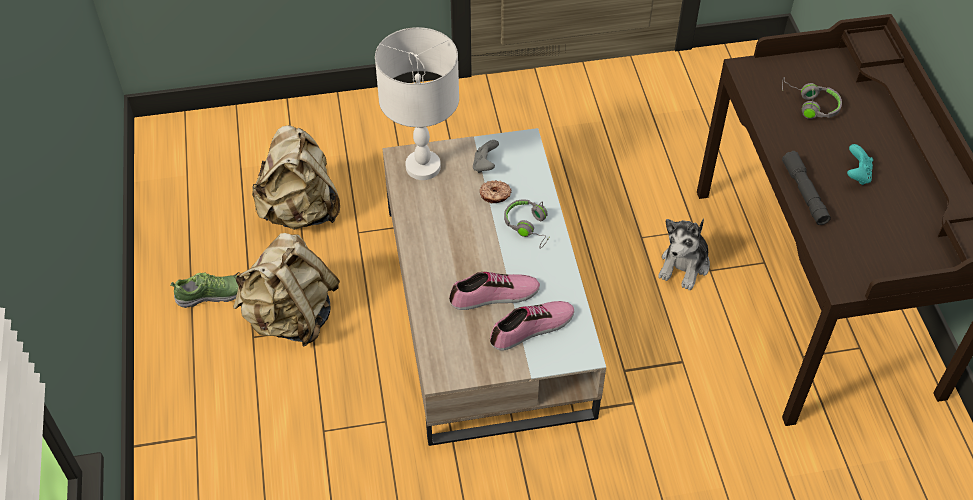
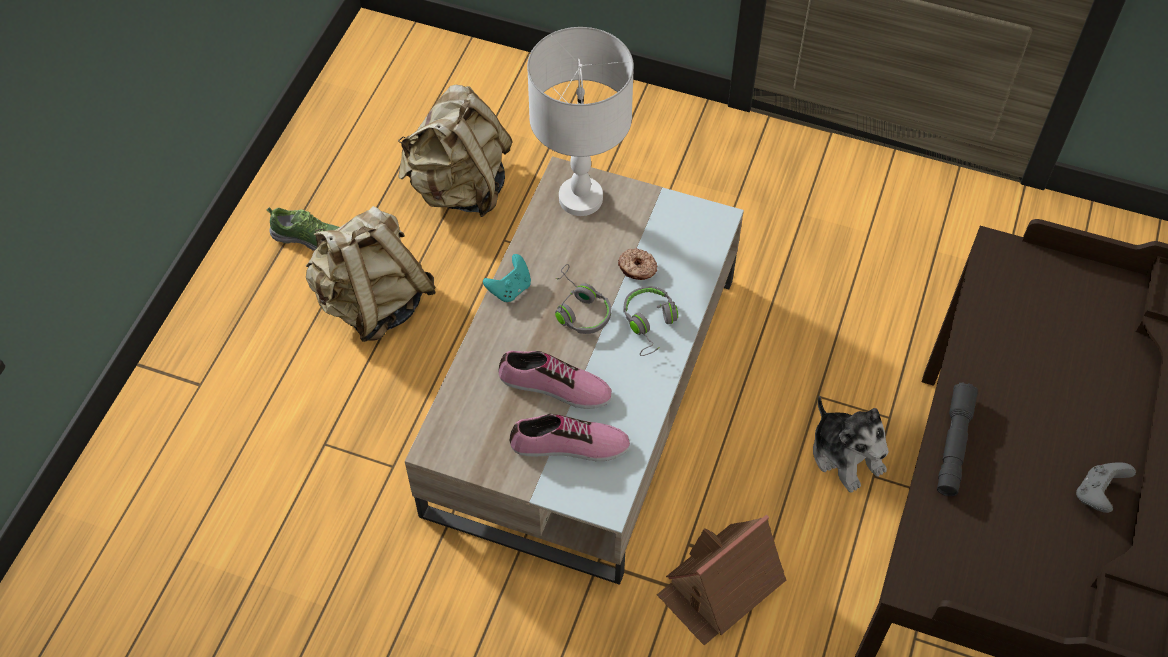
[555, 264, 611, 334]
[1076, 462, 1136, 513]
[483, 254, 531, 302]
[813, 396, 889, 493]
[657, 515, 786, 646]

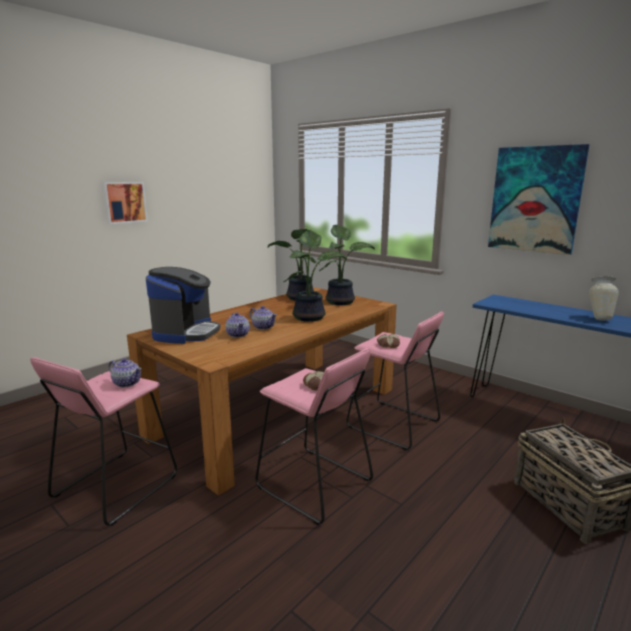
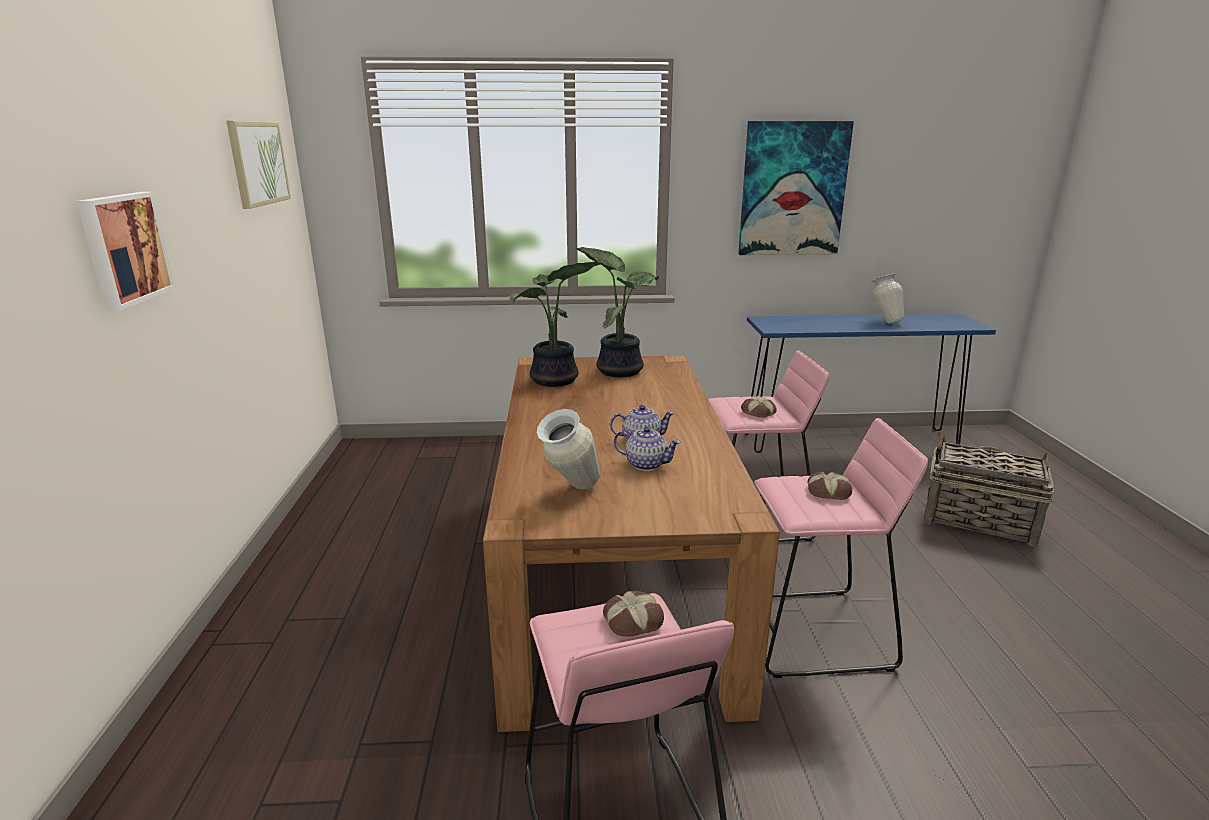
[284, 230, 347, 322] (first image)
[537, 409, 600, 490]
[603, 591, 664, 637]
[226, 121, 291, 209]

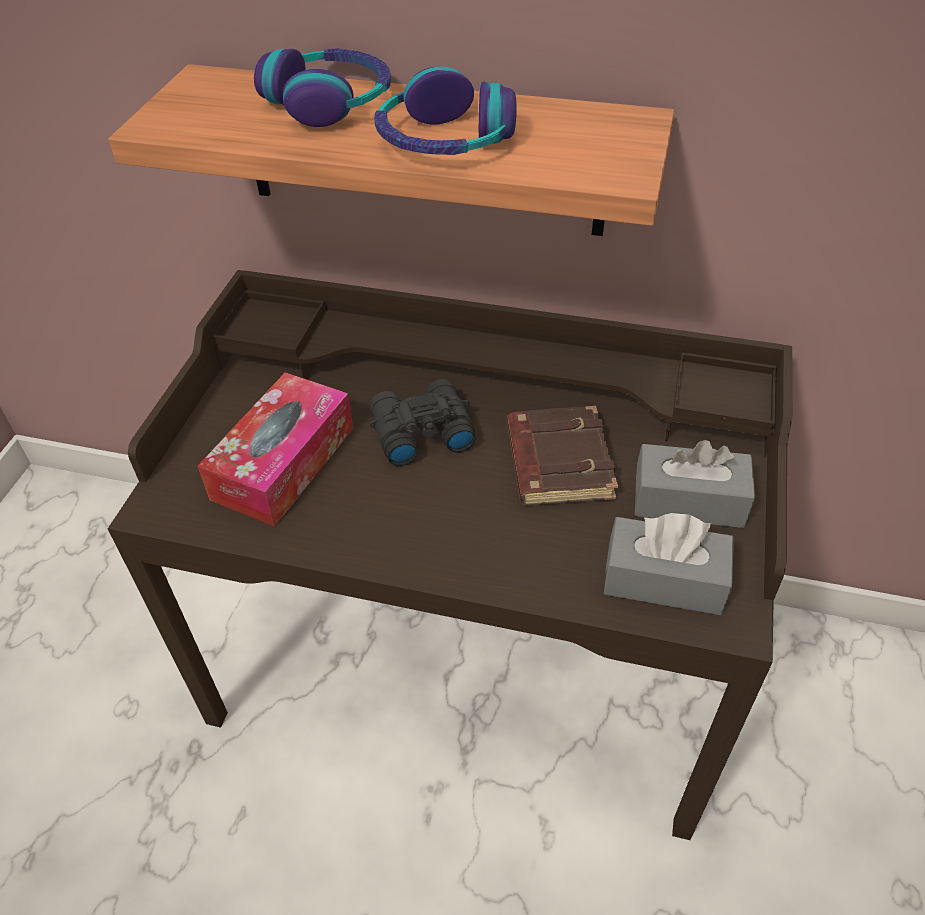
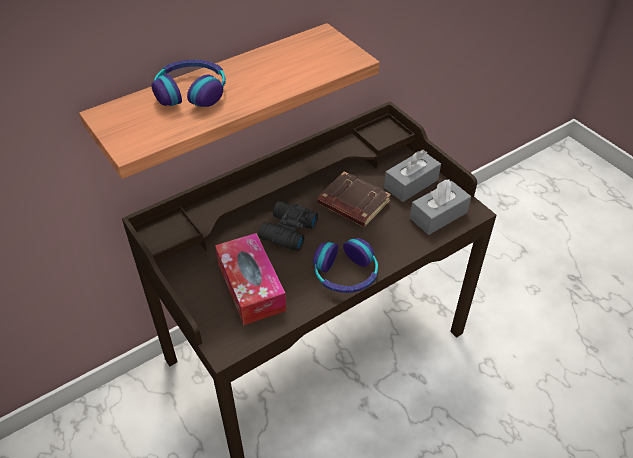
[313, 238, 378, 293]

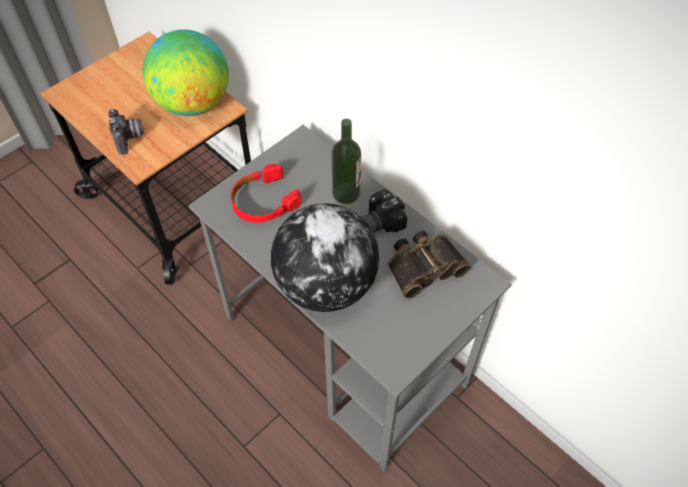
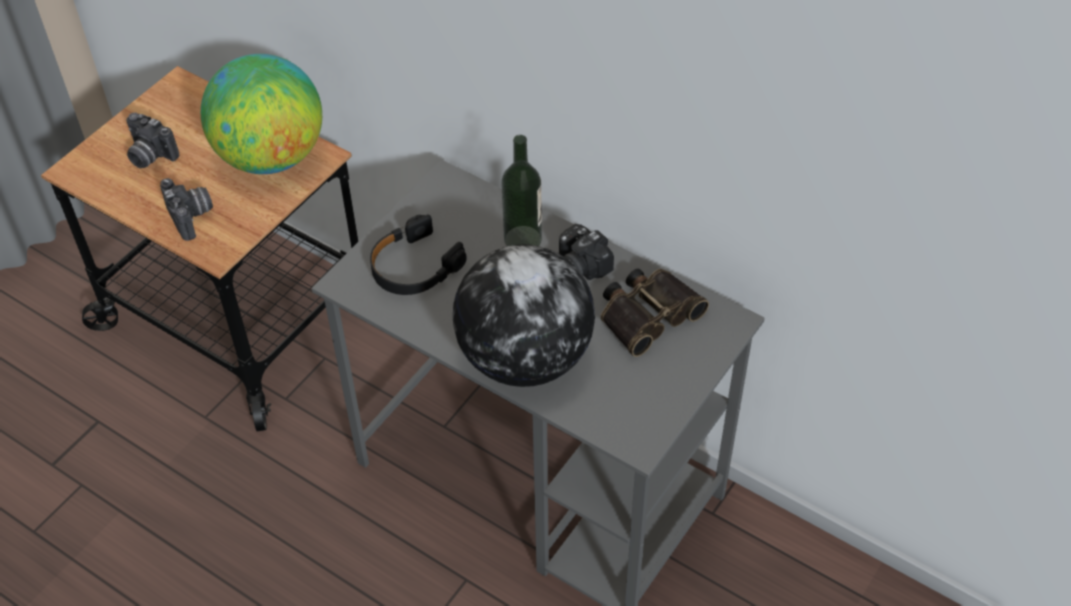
[370, 215, 467, 295]
[126, 113, 179, 168]

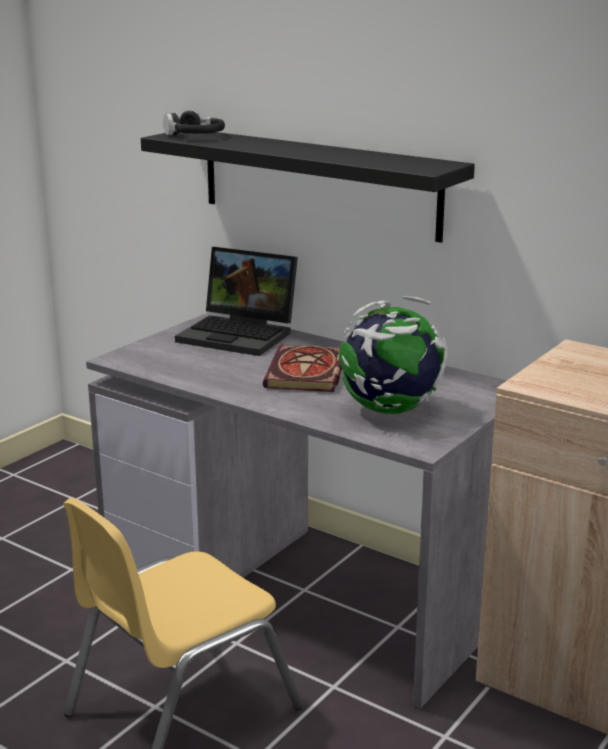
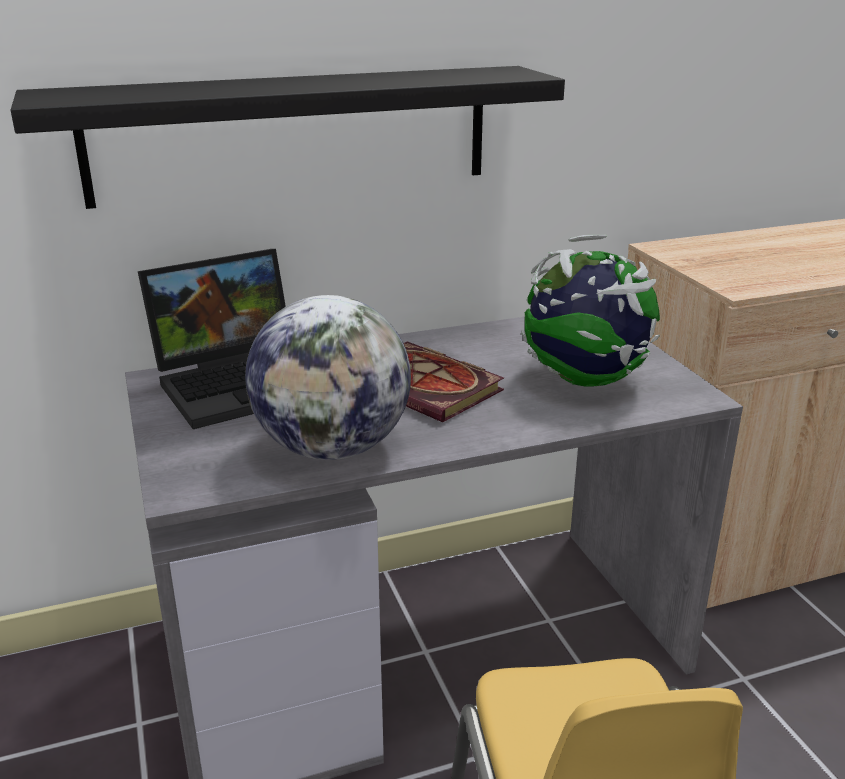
[163, 110, 225, 135] (first image)
[245, 295, 411, 460]

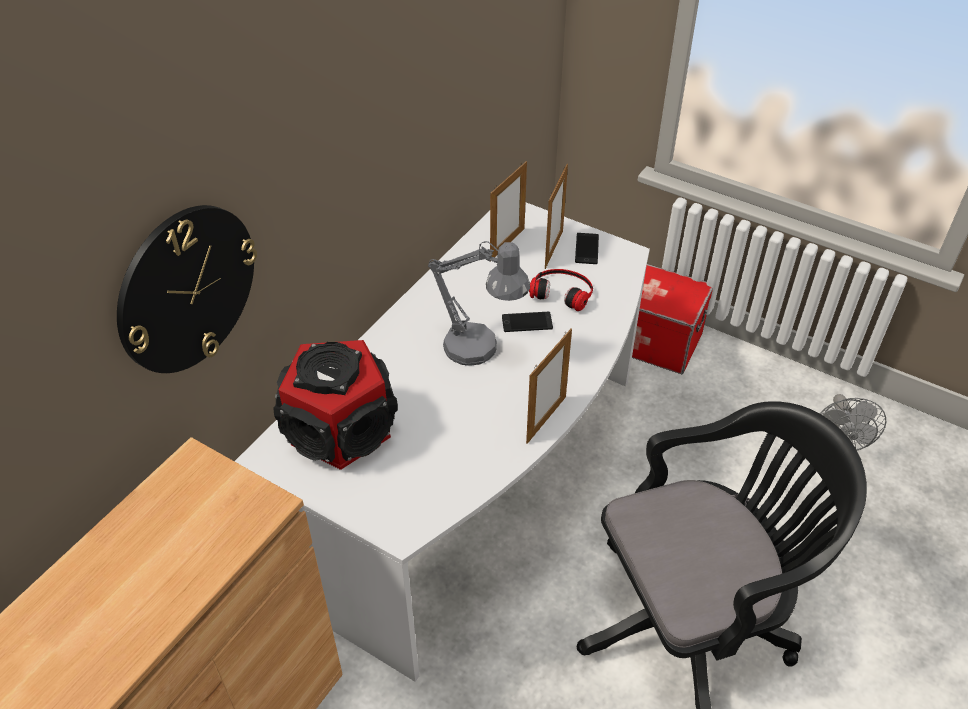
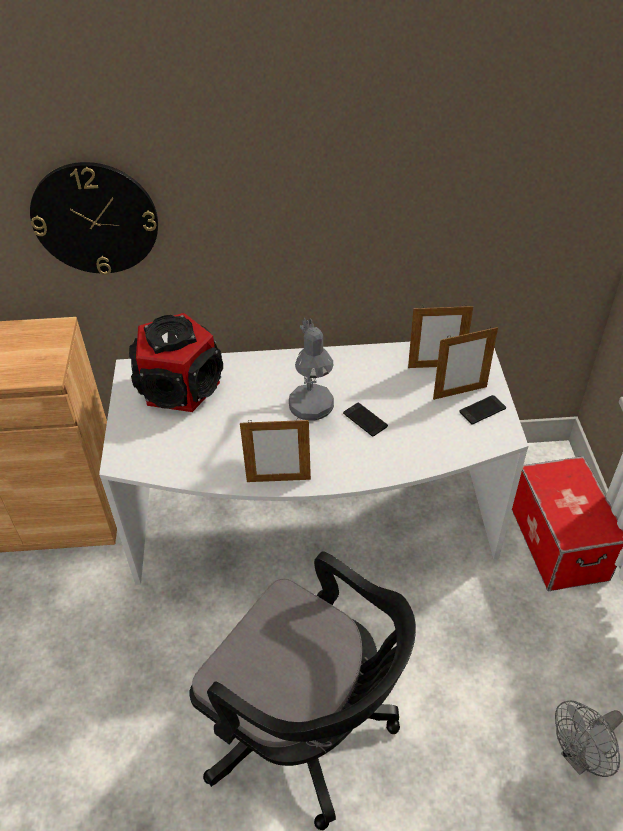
[529, 269, 593, 311] (first image)

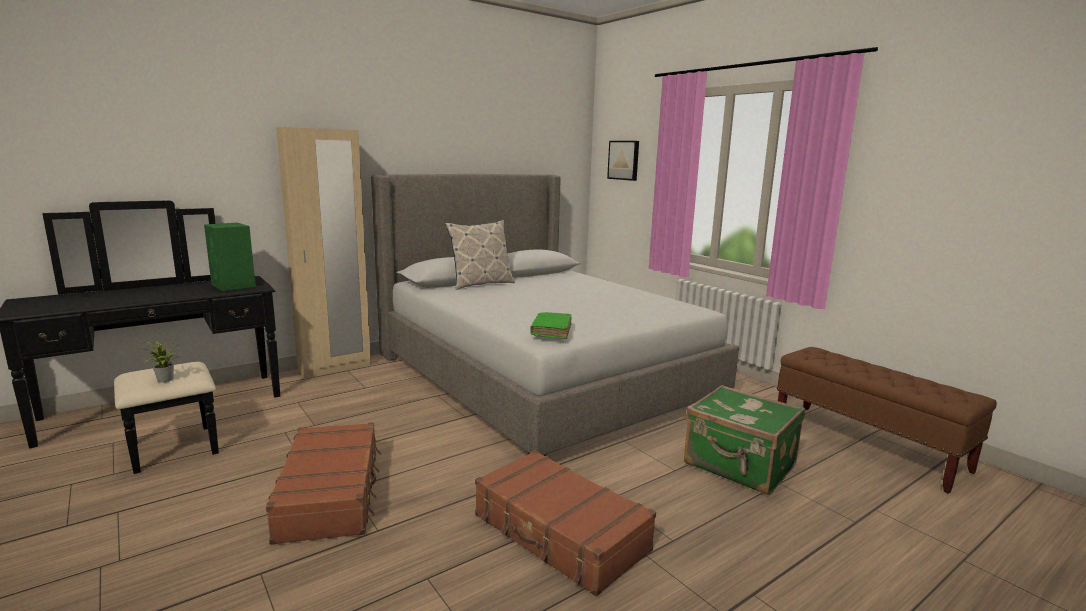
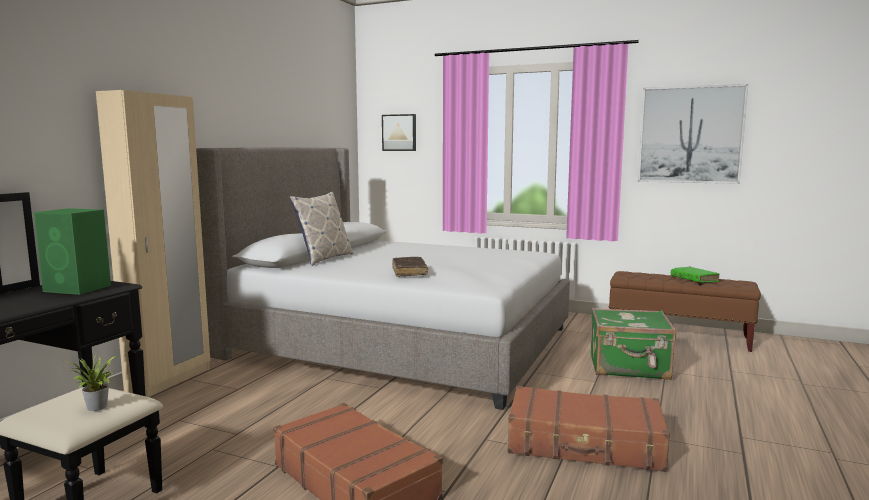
[671, 267, 720, 283]
[638, 84, 748, 184]
[392, 257, 428, 277]

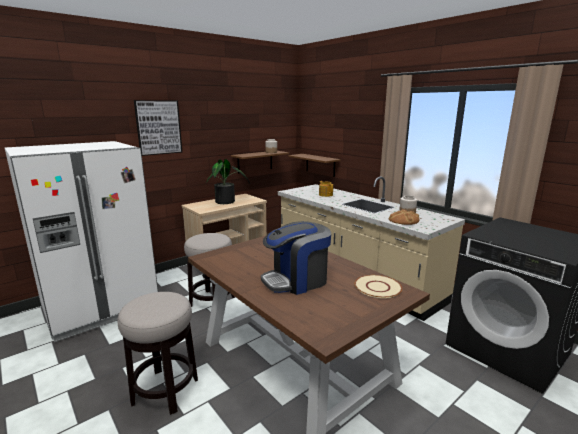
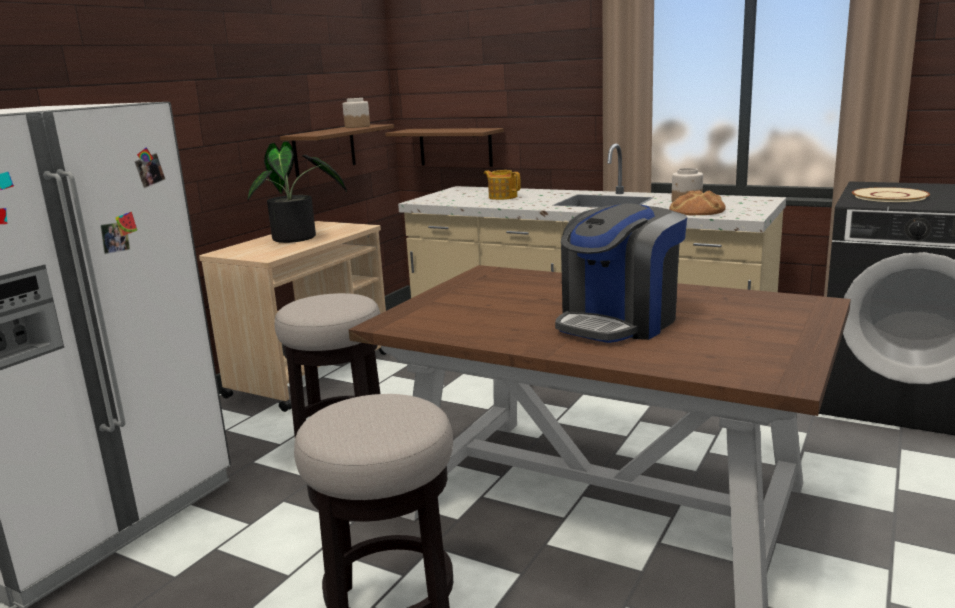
[134, 100, 182, 156] (first image)
[852, 187, 930, 202]

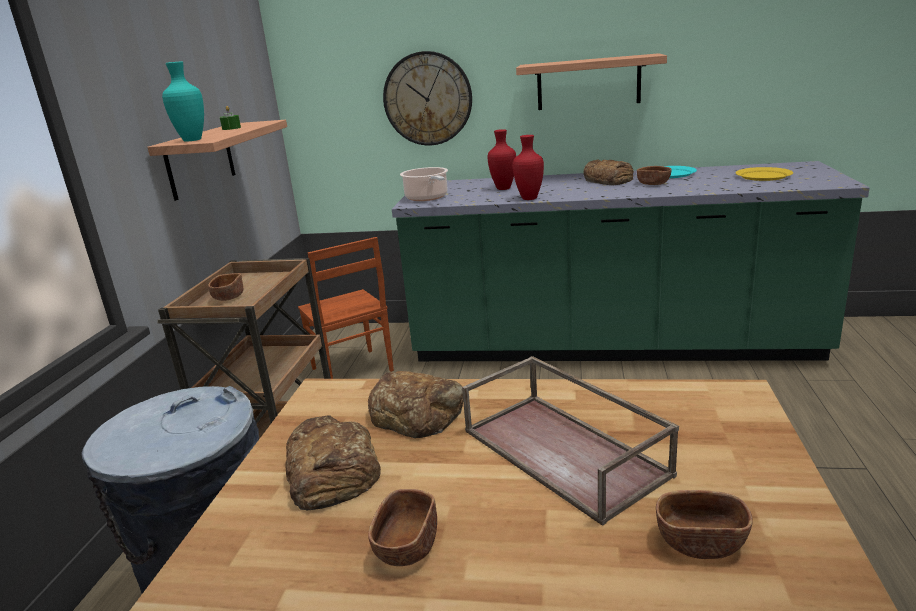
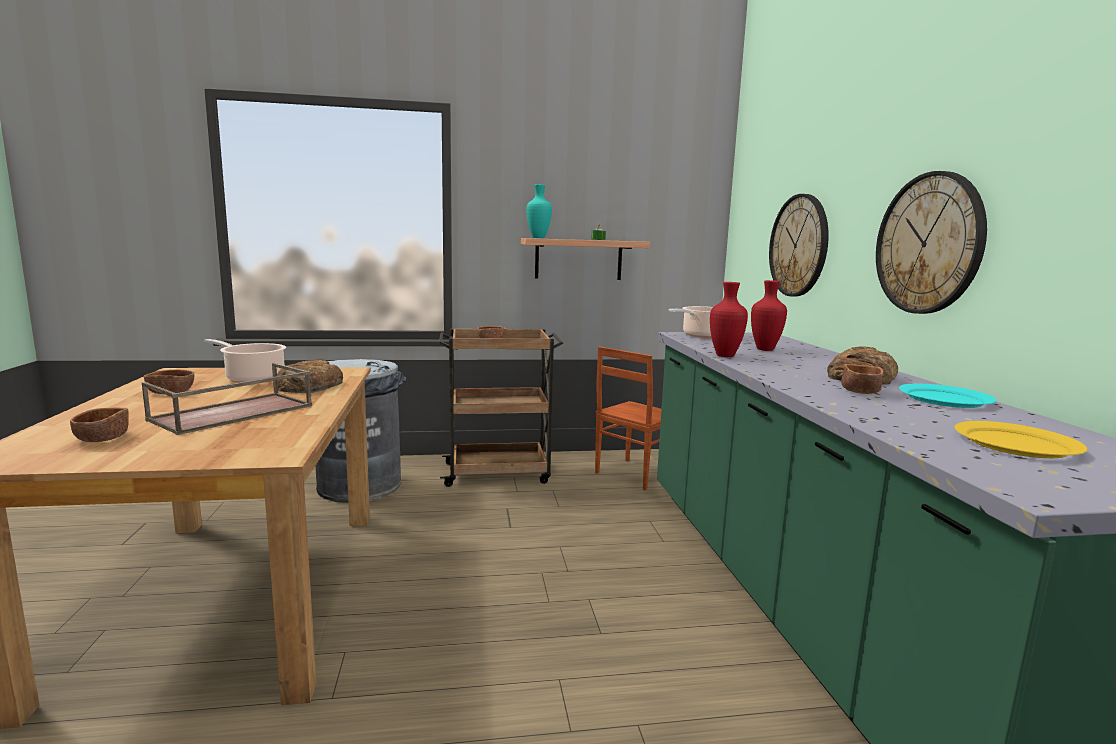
[876, 171, 987, 314]
[204, 339, 286, 383]

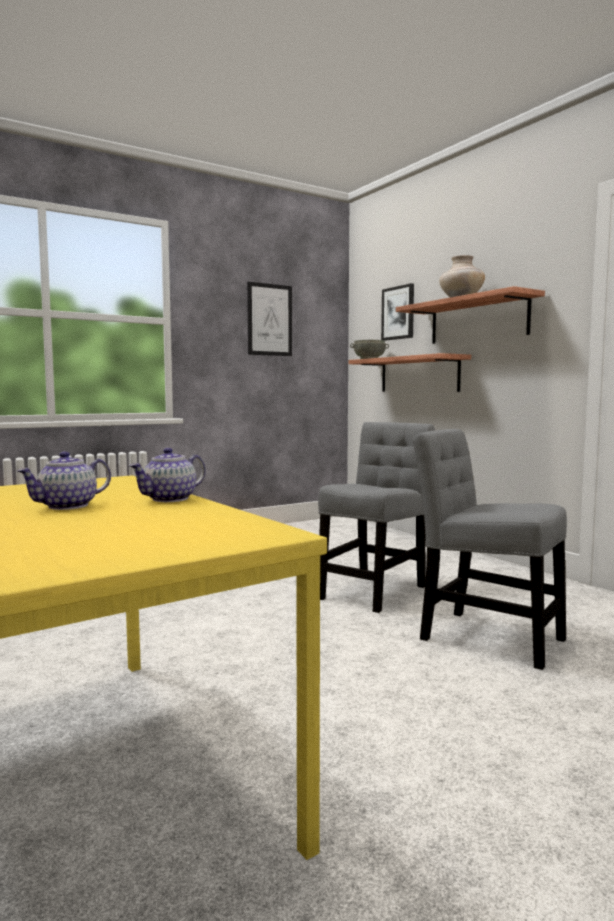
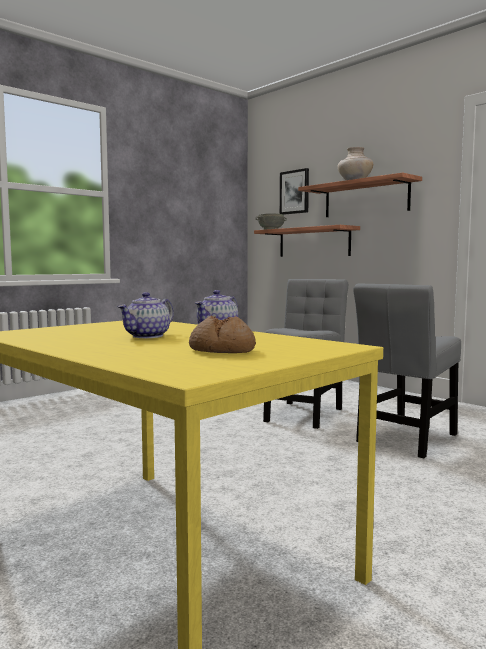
[247, 282, 292, 356] (first image)
[354, 283, 461, 458]
[189, 315, 256, 353]

